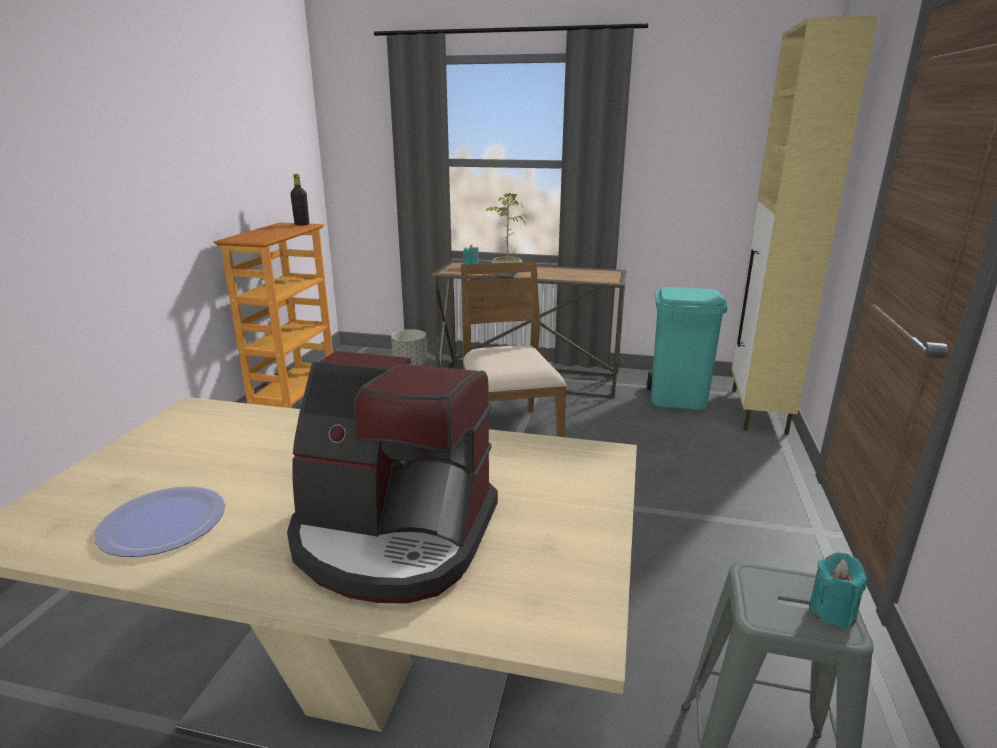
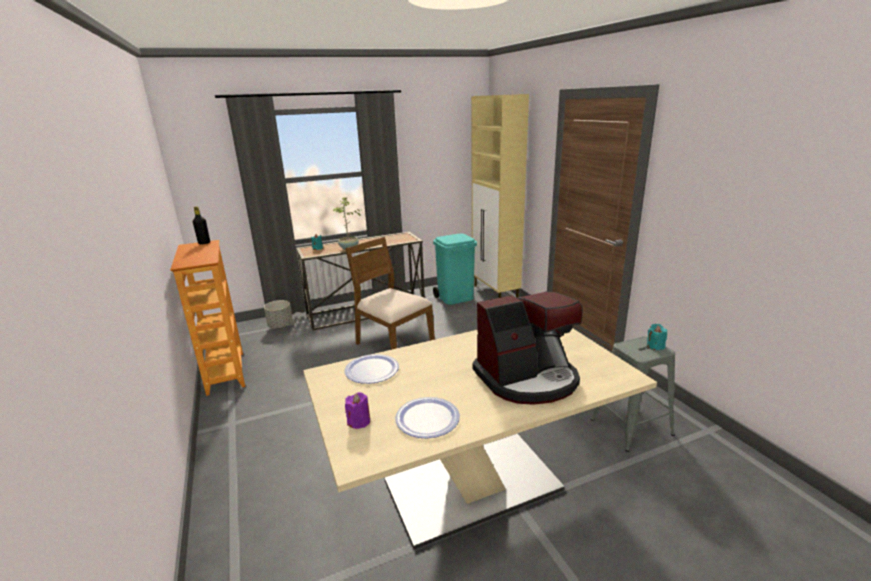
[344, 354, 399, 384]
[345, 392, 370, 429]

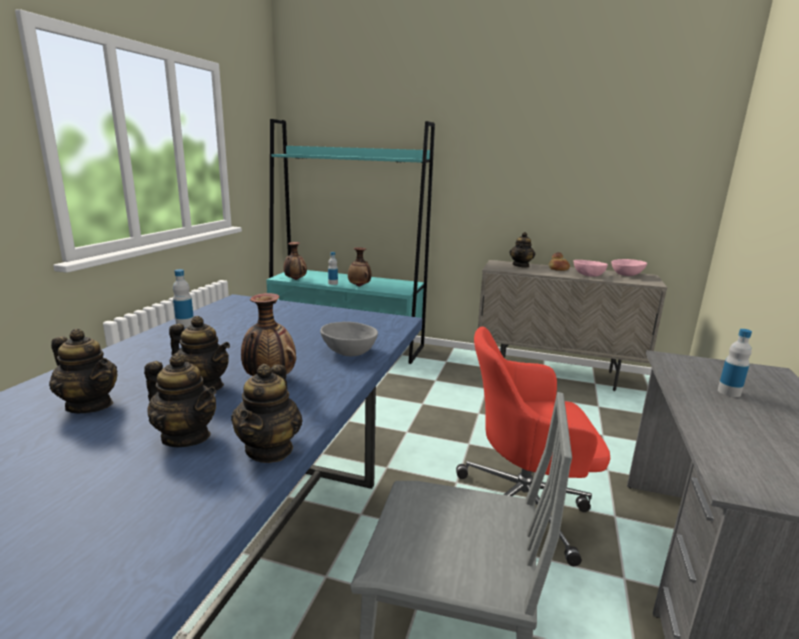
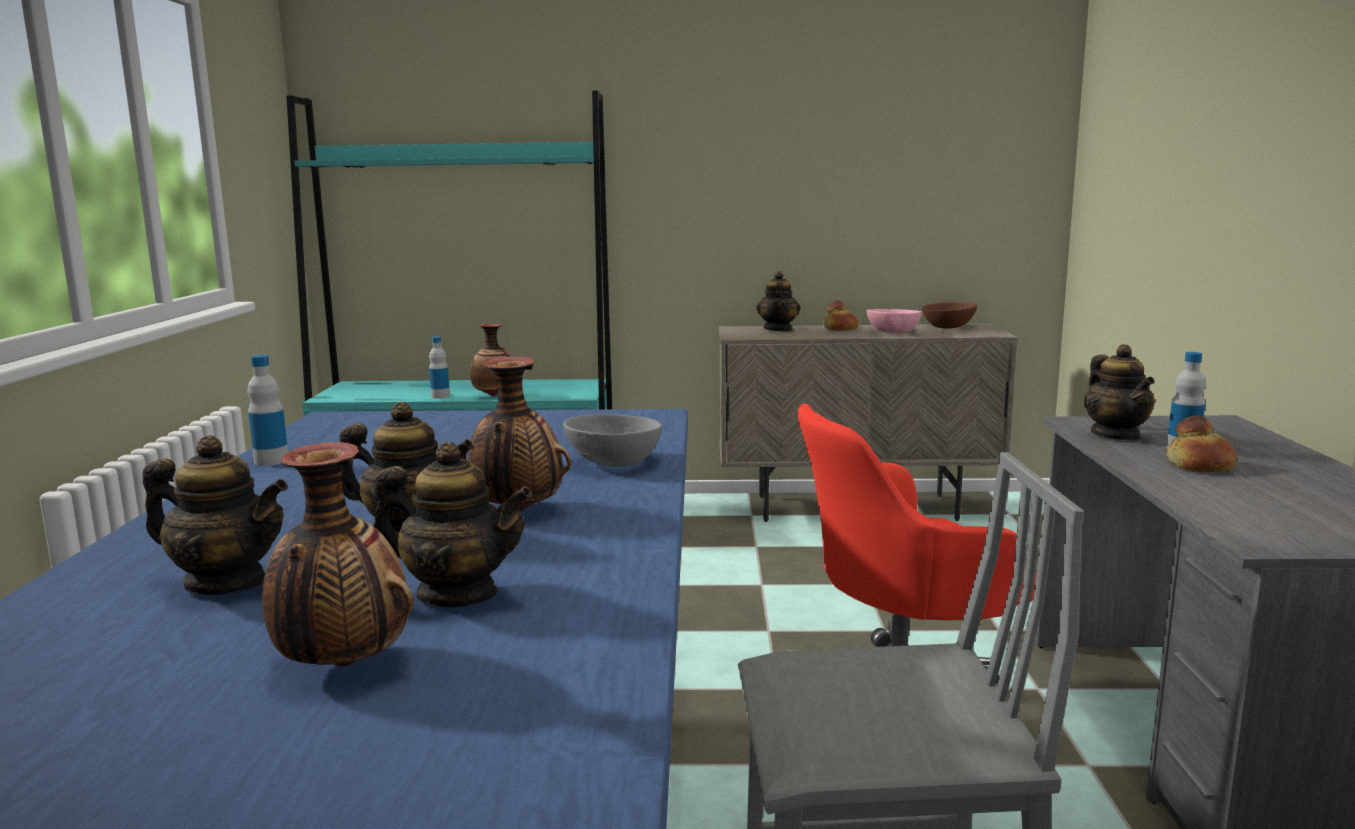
[262, 442, 414, 667]
[922, 302, 977, 328]
[1084, 344, 1155, 440]
[1167, 415, 1237, 472]

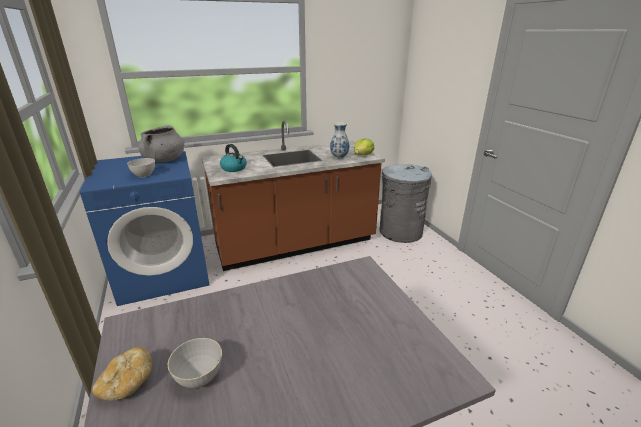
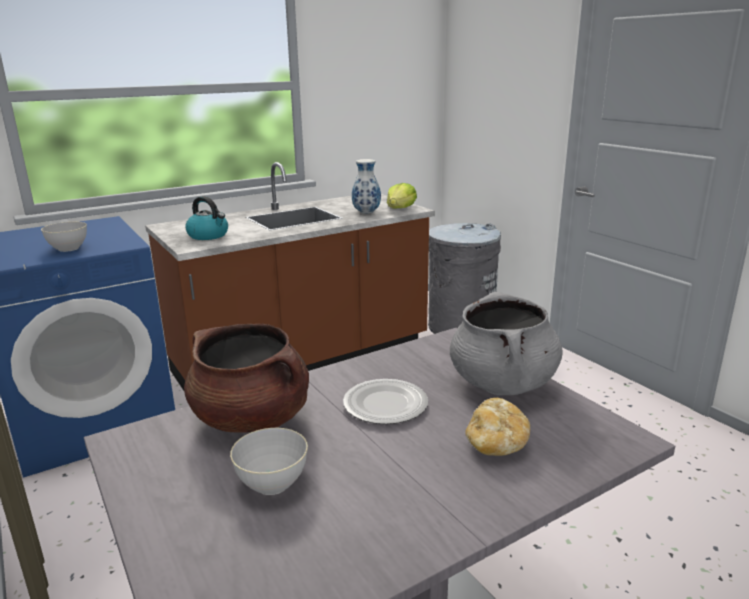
[450, 292, 563, 395]
[465, 398, 530, 456]
[184, 324, 309, 433]
[343, 379, 428, 424]

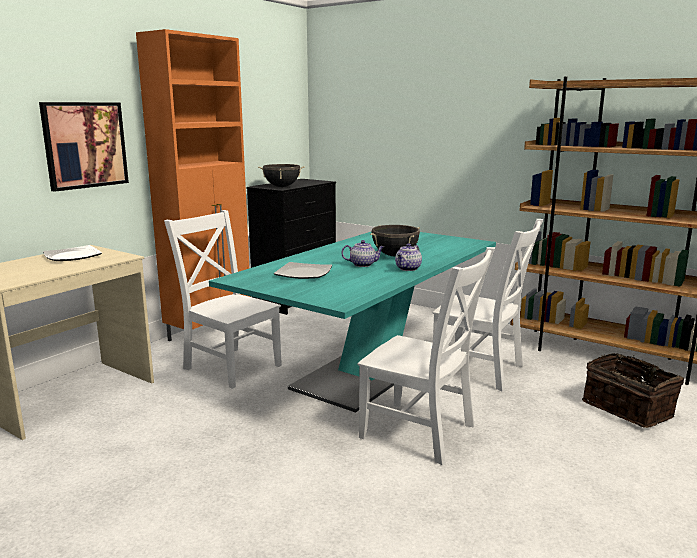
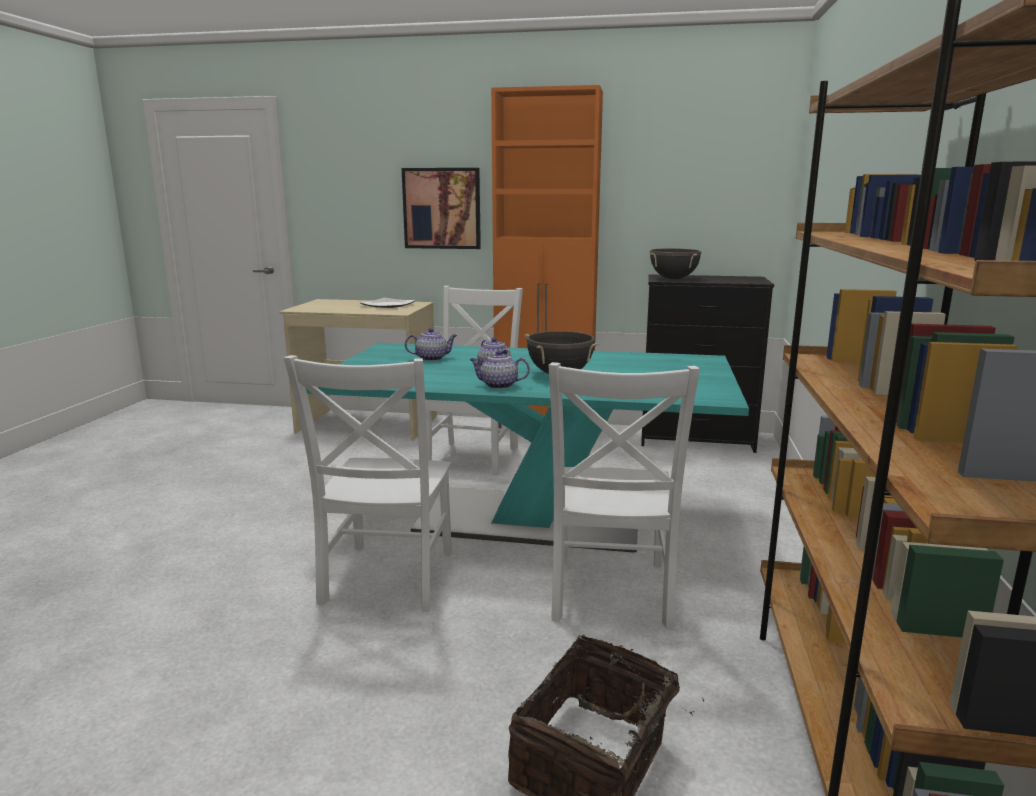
[405, 328, 457, 361]

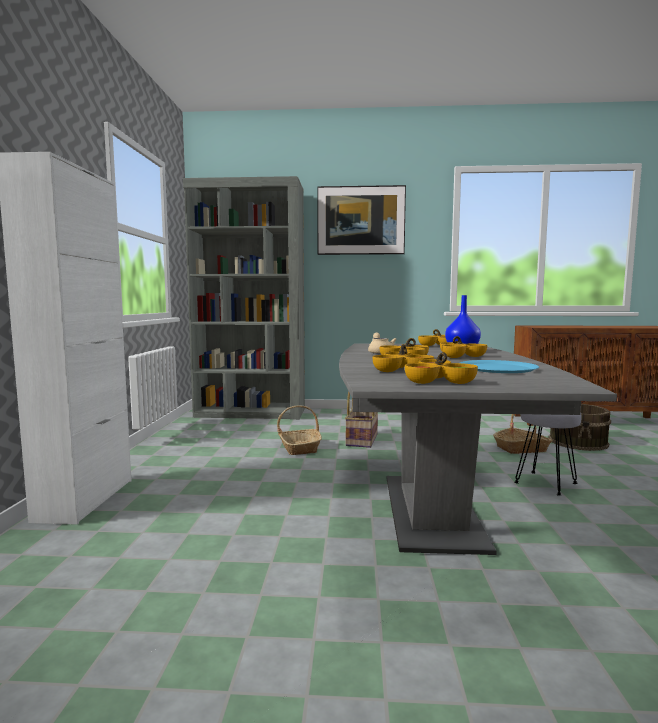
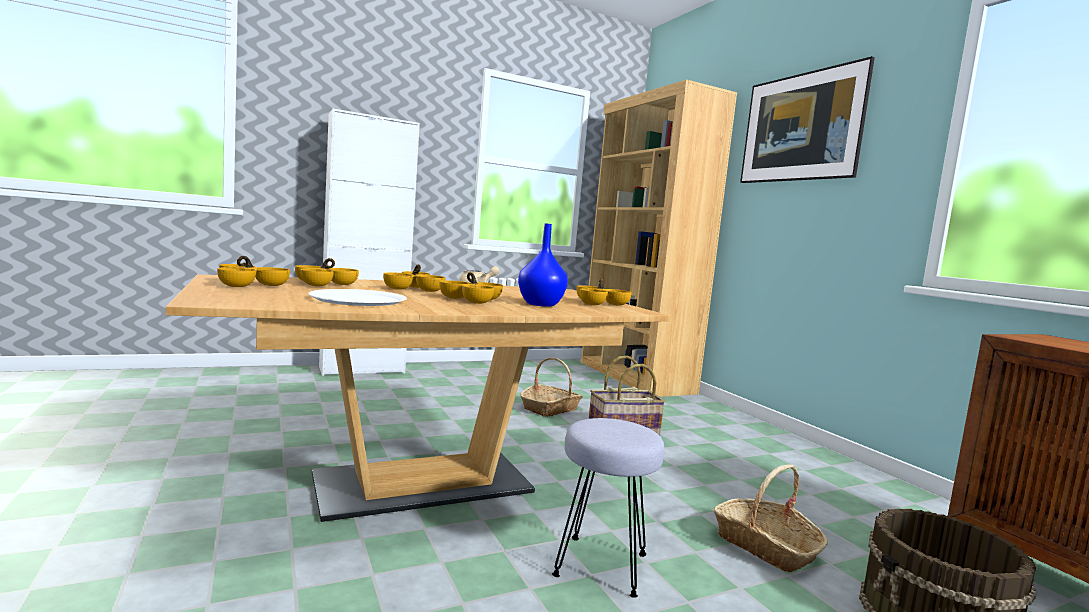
[581, 80, 737, 397]
[166, 274, 670, 522]
[308, 289, 407, 306]

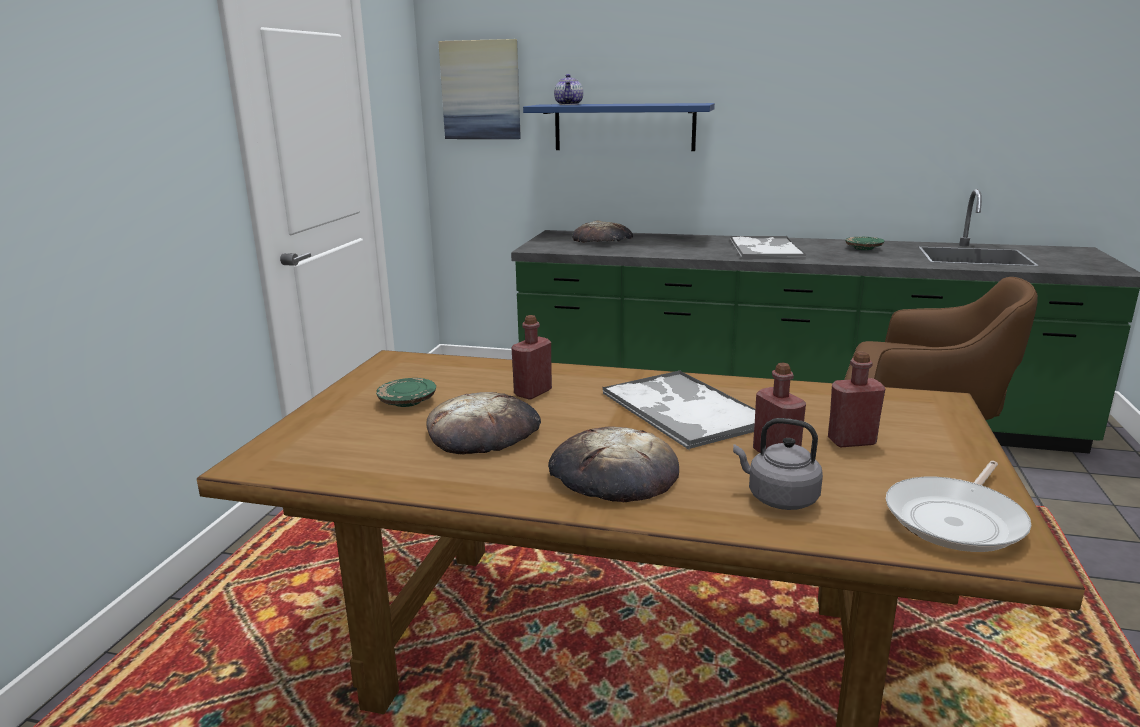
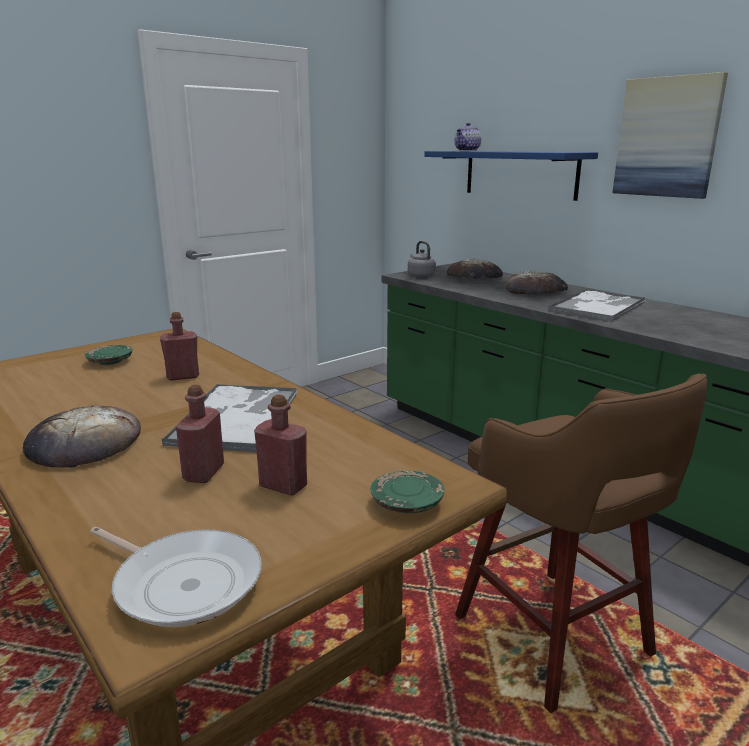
[612, 72, 728, 199]
[370, 471, 445, 513]
[506, 271, 568, 295]
[408, 241, 436, 278]
[90, 527, 262, 627]

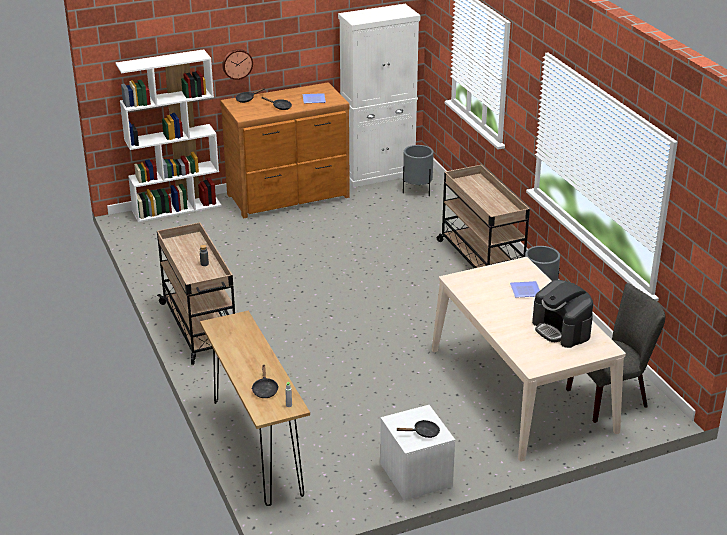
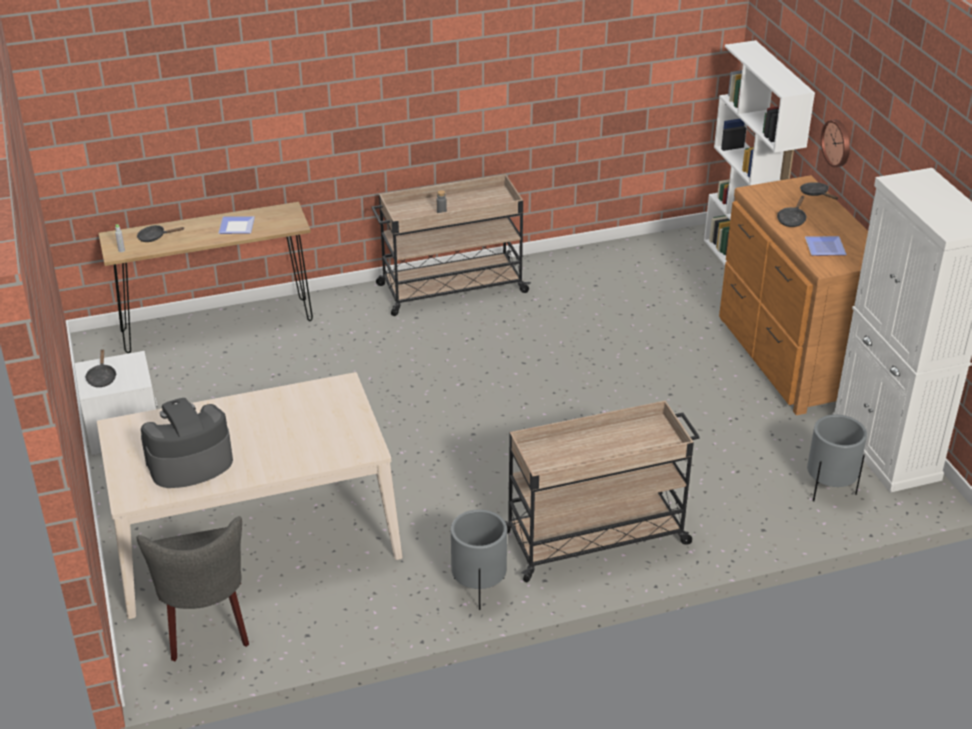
[219, 216, 255, 234]

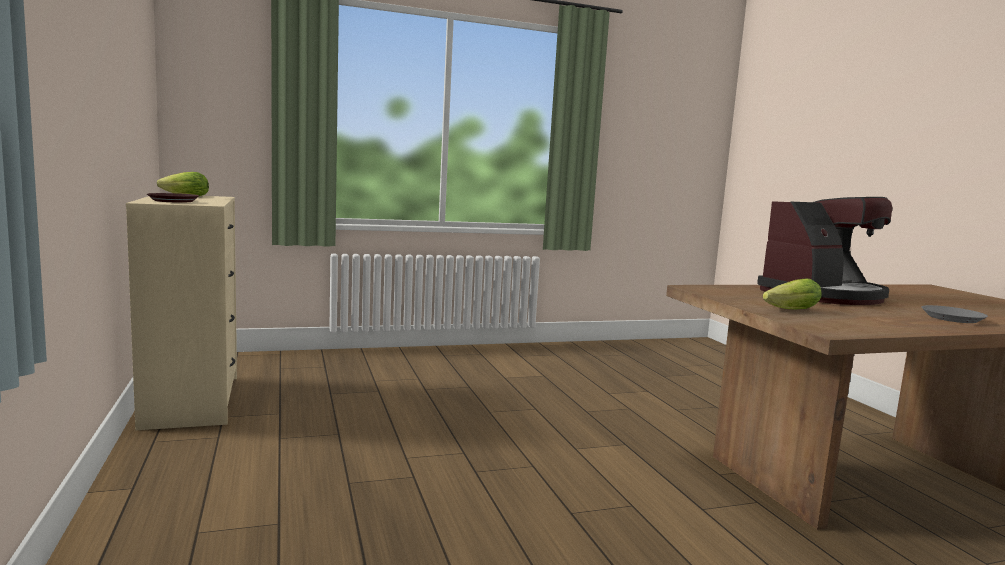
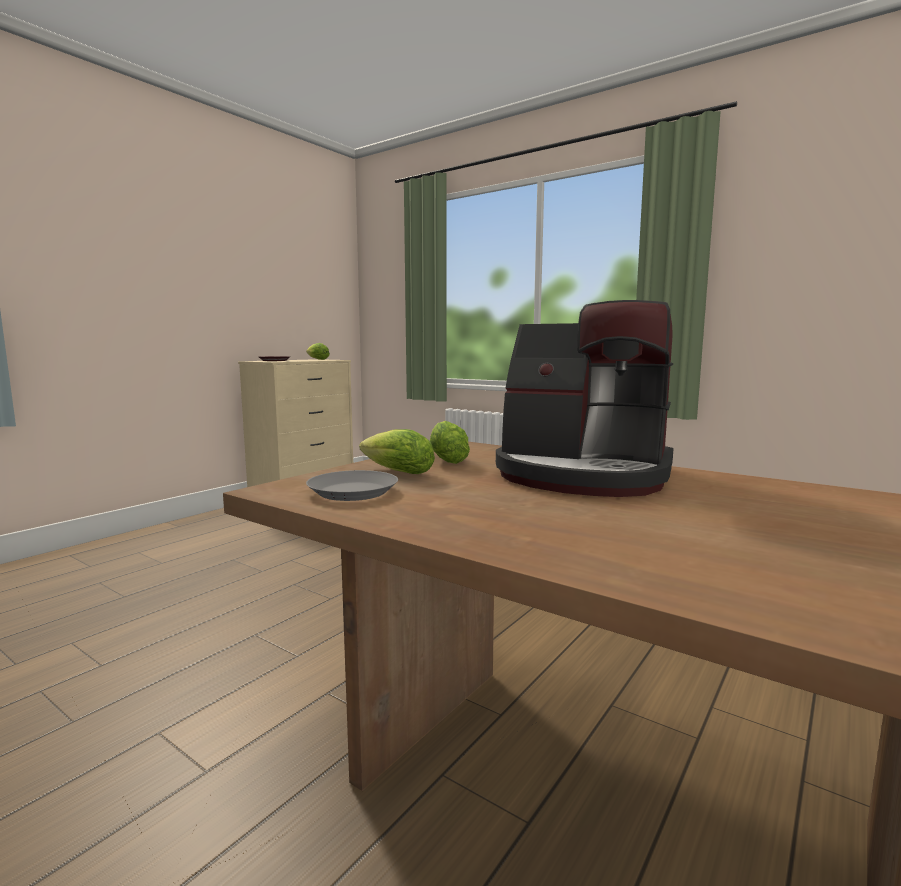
[306, 470, 398, 501]
[430, 421, 470, 464]

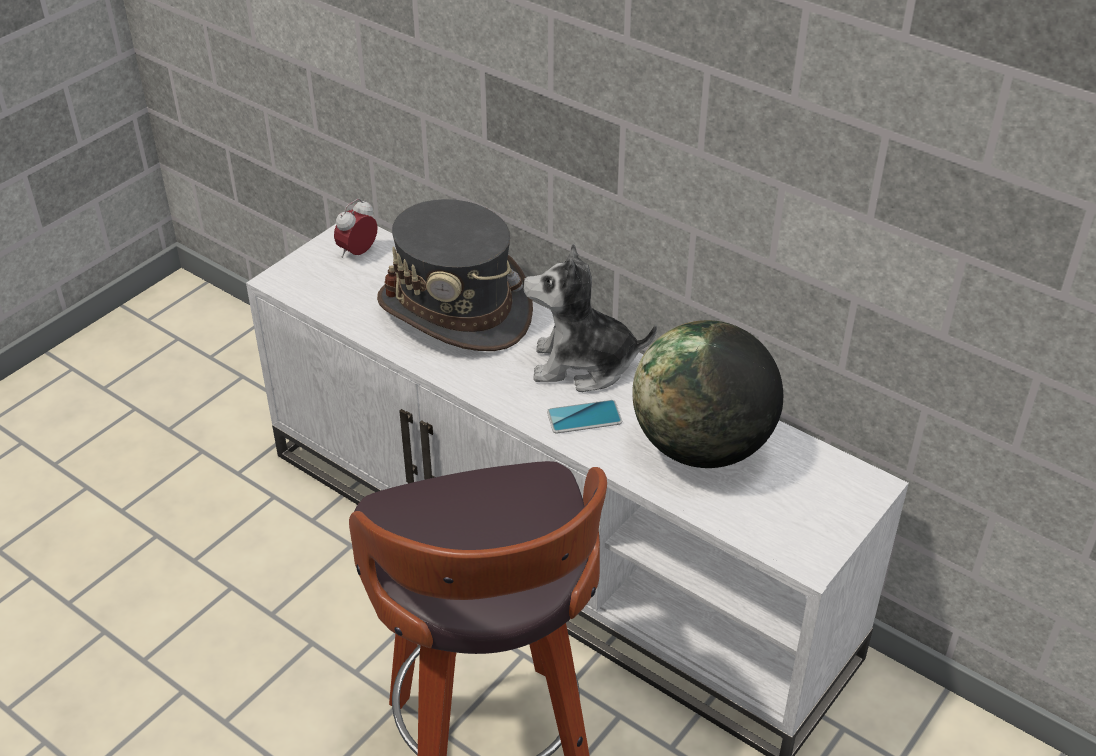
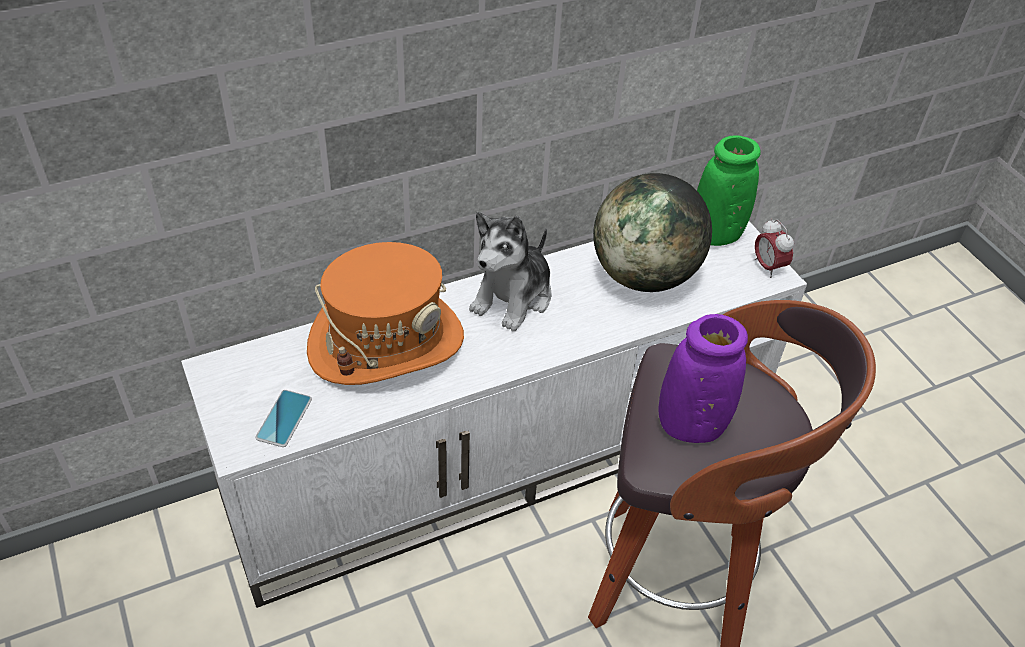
[755, 219, 794, 278]
[307, 242, 464, 385]
[255, 390, 312, 447]
[697, 135, 761, 246]
[658, 314, 748, 443]

